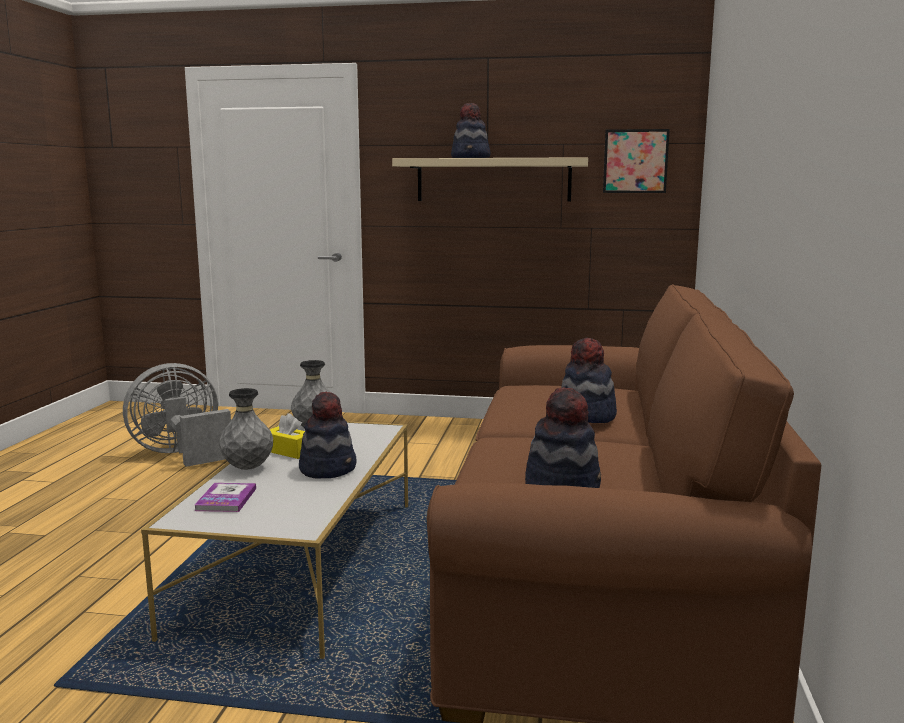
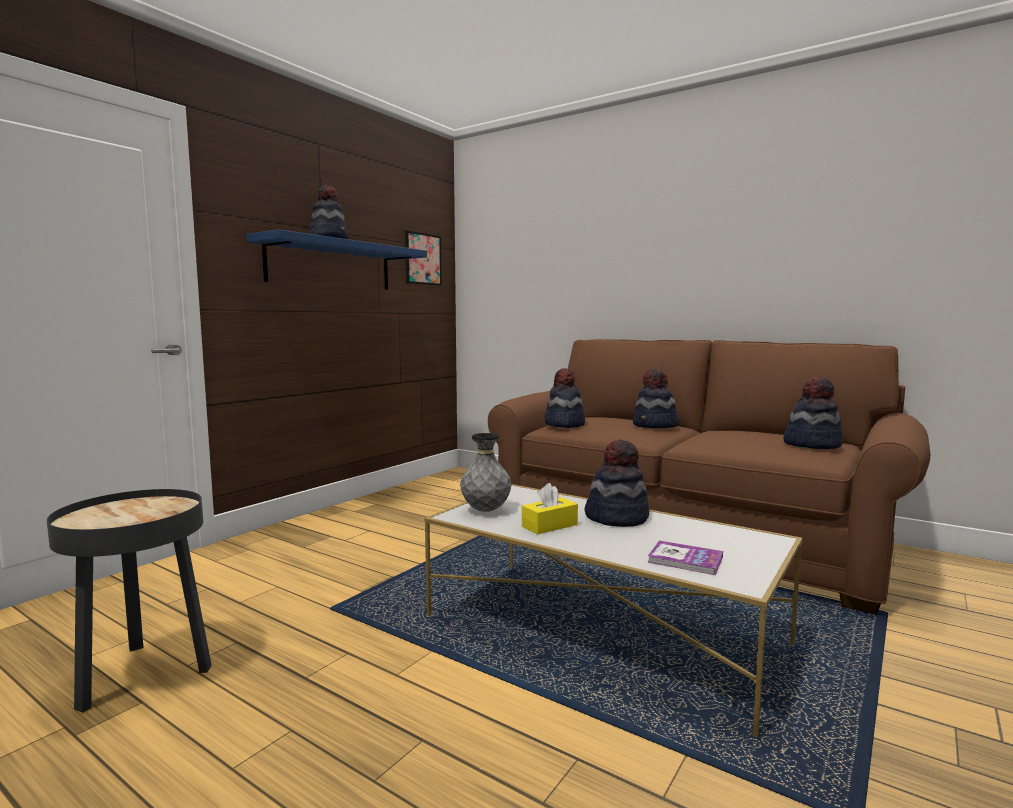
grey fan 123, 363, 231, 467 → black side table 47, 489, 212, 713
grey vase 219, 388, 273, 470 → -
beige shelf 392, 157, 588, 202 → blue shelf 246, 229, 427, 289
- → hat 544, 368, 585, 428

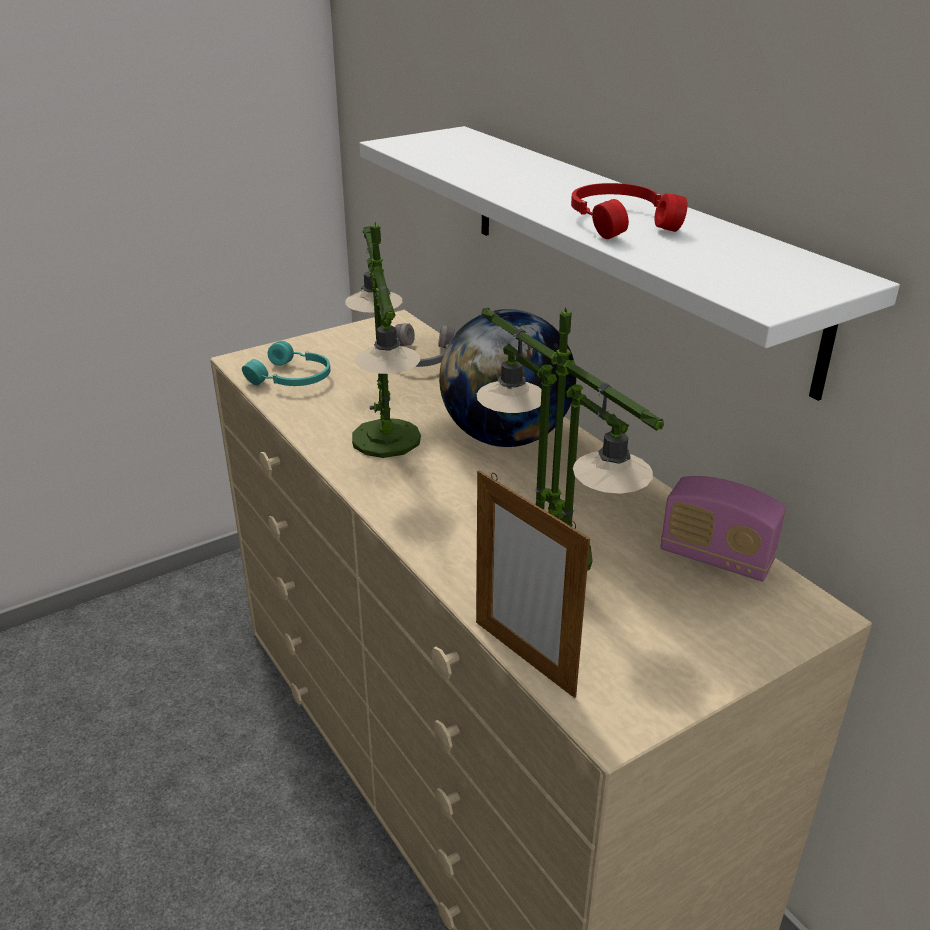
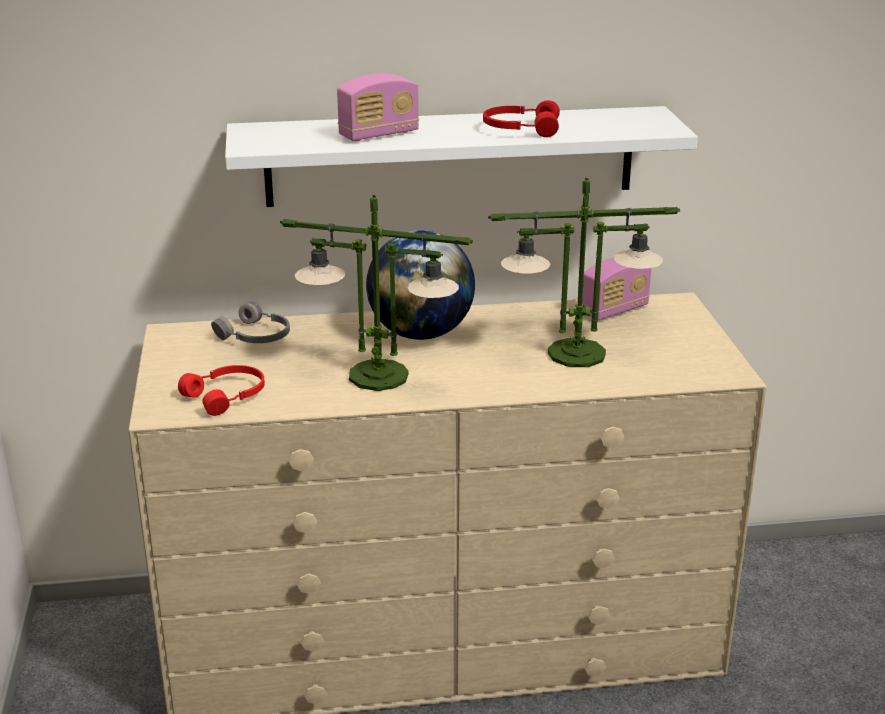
turquoise headphones 242, 341, 330, 386 → red headphones 178, 365, 265, 416
picture frame 476, 470, 590, 698 → -
- → radio 337, 73, 419, 141

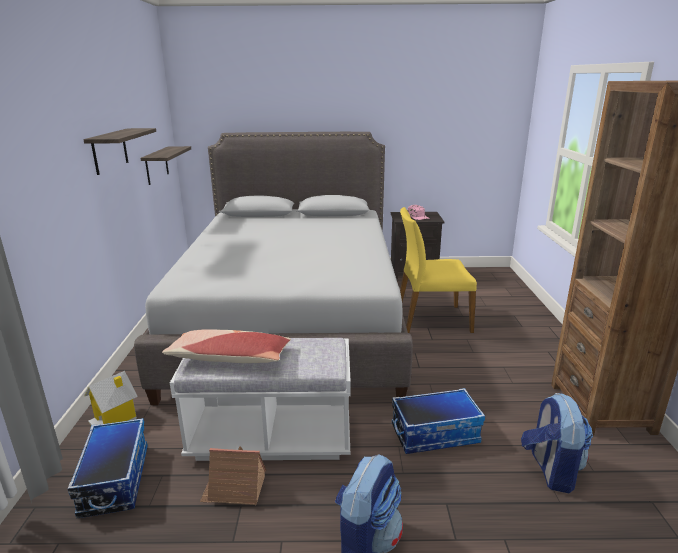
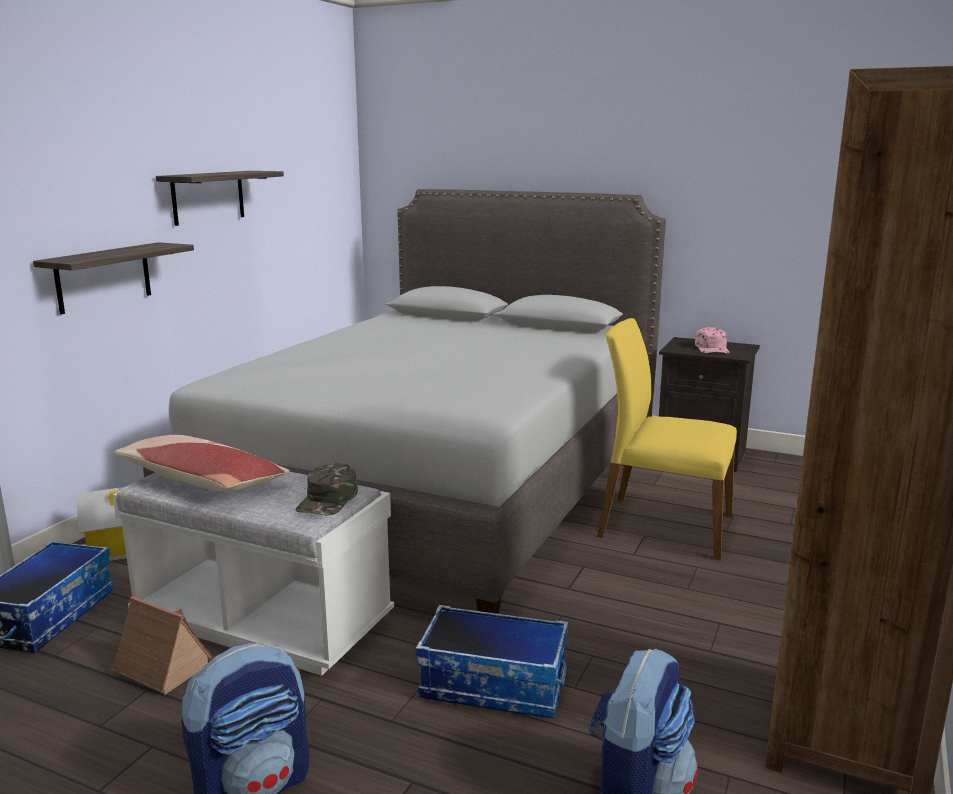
shelf 141, 146, 191, 185 → shelf 33, 242, 194, 315, move
- → green cap 296, 462, 358, 516

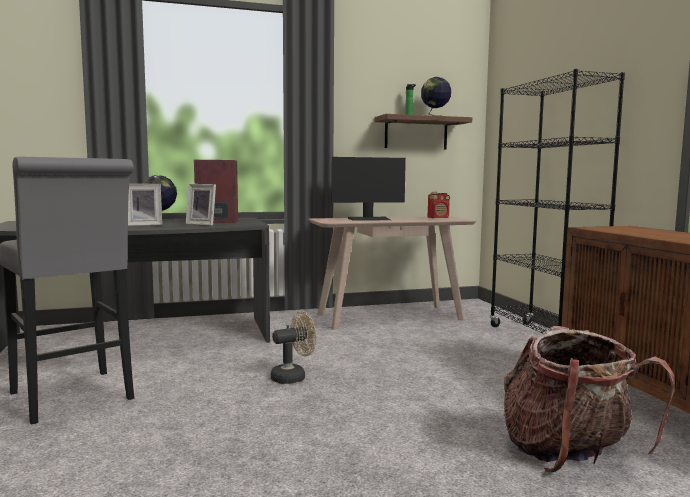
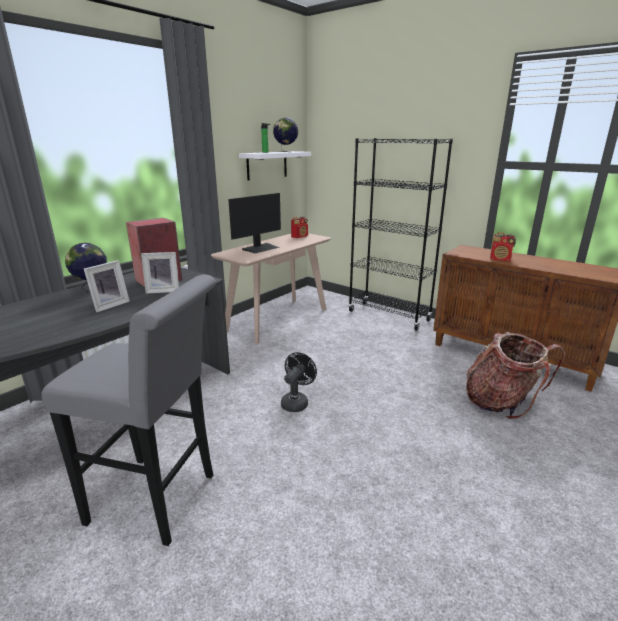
beige fan 271, 311, 317, 384 → black fan 281, 352, 317, 412
brown shelf 374, 114, 472, 149 → white shelf 239, 151, 311, 181
- → radio 490, 232, 516, 261

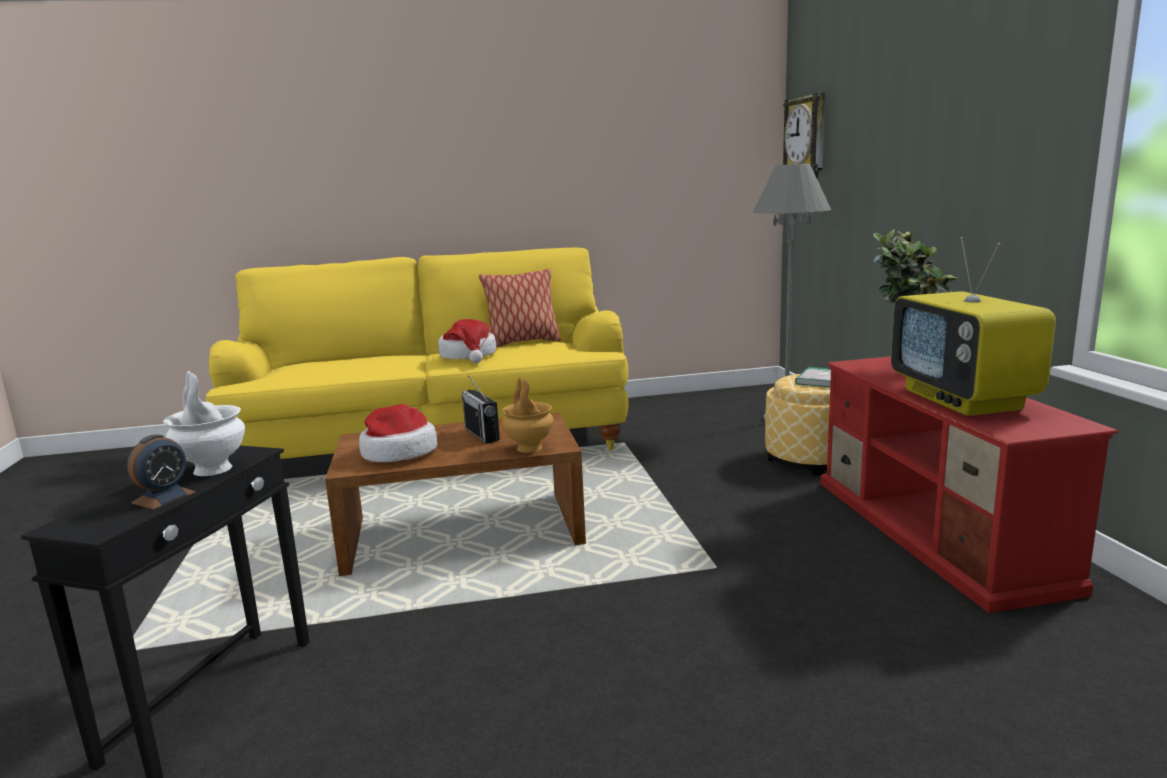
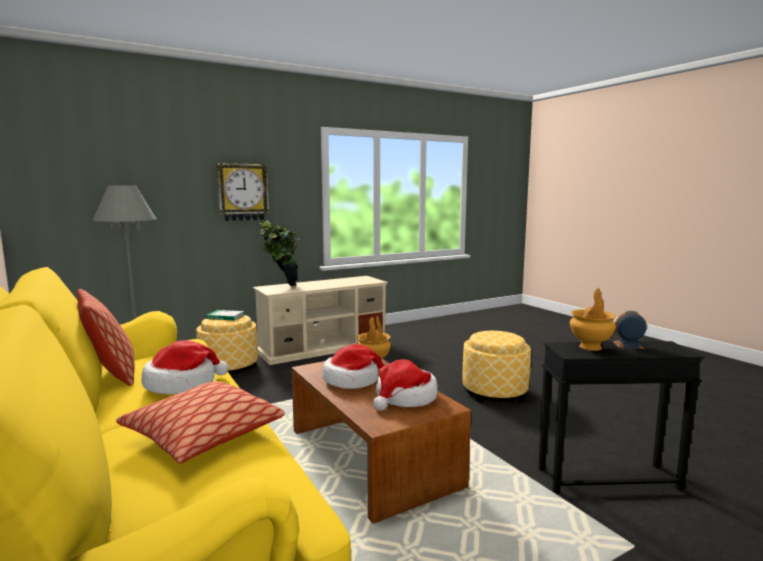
white vase 163, 371, 245, 476 → brown vase 570, 288, 616, 351
radio 462, 375, 500, 444 → hat 322, 344, 385, 389
wall clock 783, 92, 825, 180 → wall clock 217, 163, 270, 221, move
red tv stand 820, 356, 1119, 613 → beige tv stand 253, 276, 388, 365
television 891, 237, 1056, 416 → -
- → pillow 116, 381, 285, 463
- → ottoman 463, 331, 531, 403

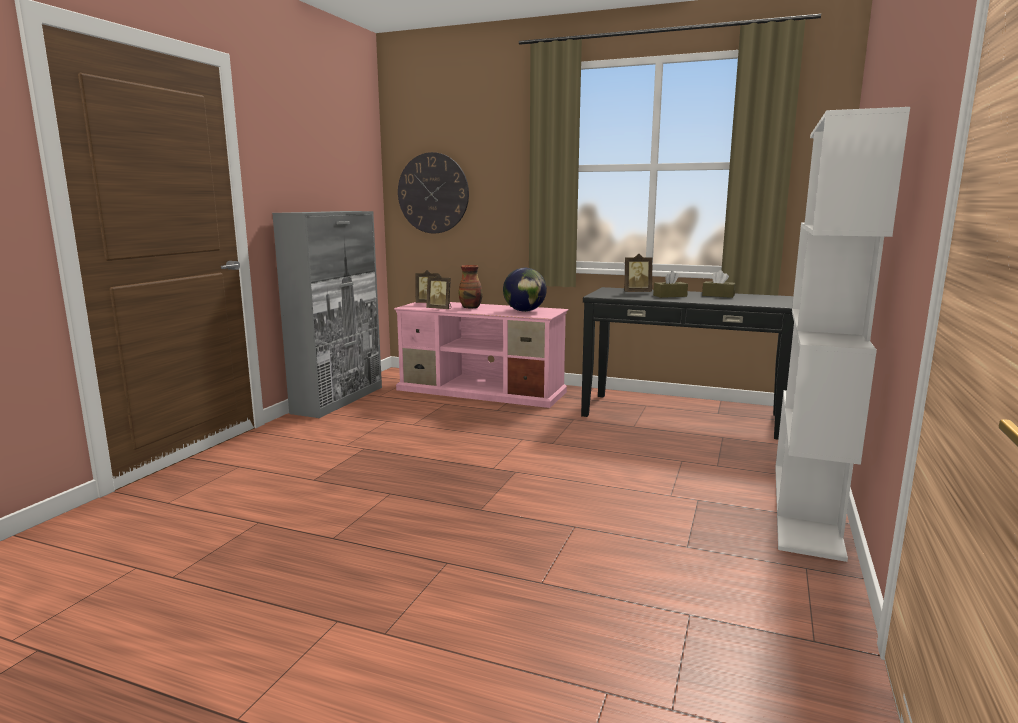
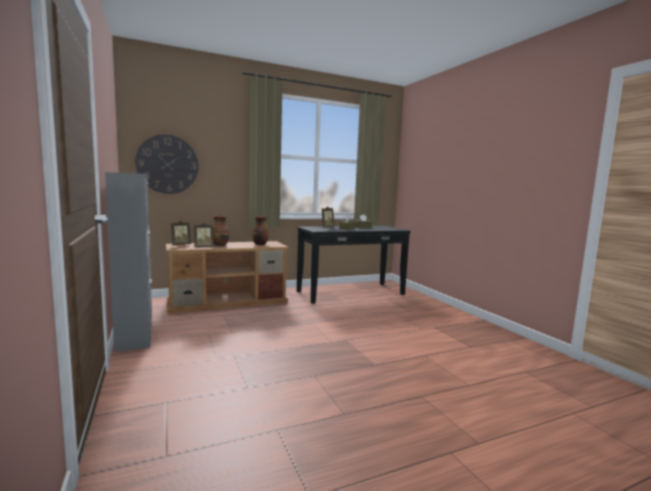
pink tv stand 394, 302, 569, 408 → brown tv stand 166, 241, 289, 314
globe 503, 268, 547, 312 → vase 252, 216, 269, 245
white bookcase 775, 107, 910, 562 → -

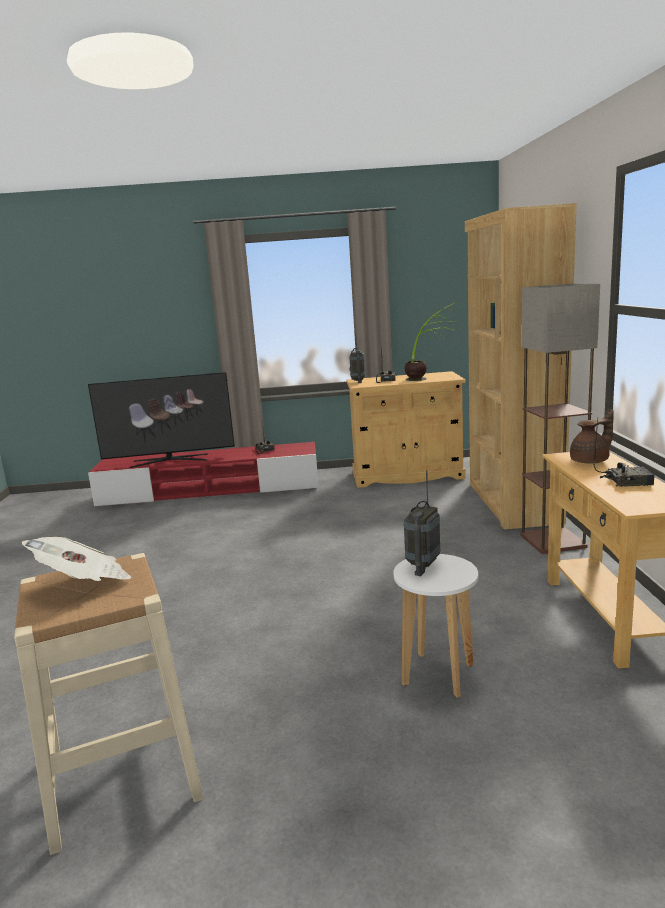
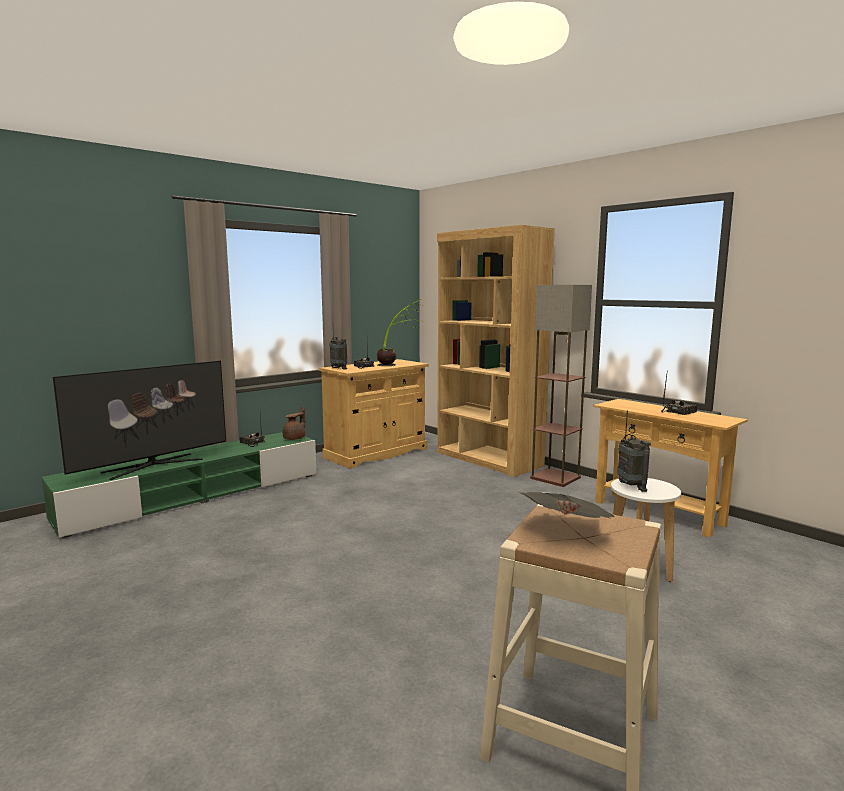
red tv stand 88, 442, 319, 507 → green tv stand 41, 432, 316, 538
brown teapot 570, 409, 614, 464 → brown teapot 283, 407, 306, 440, move

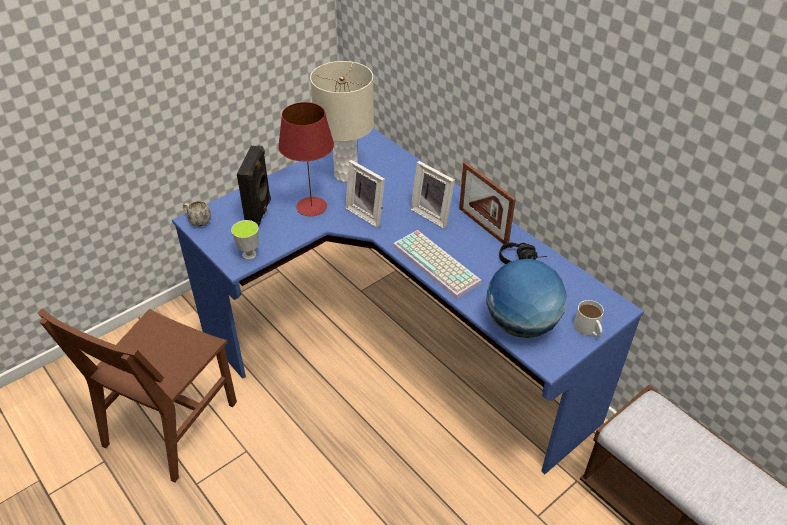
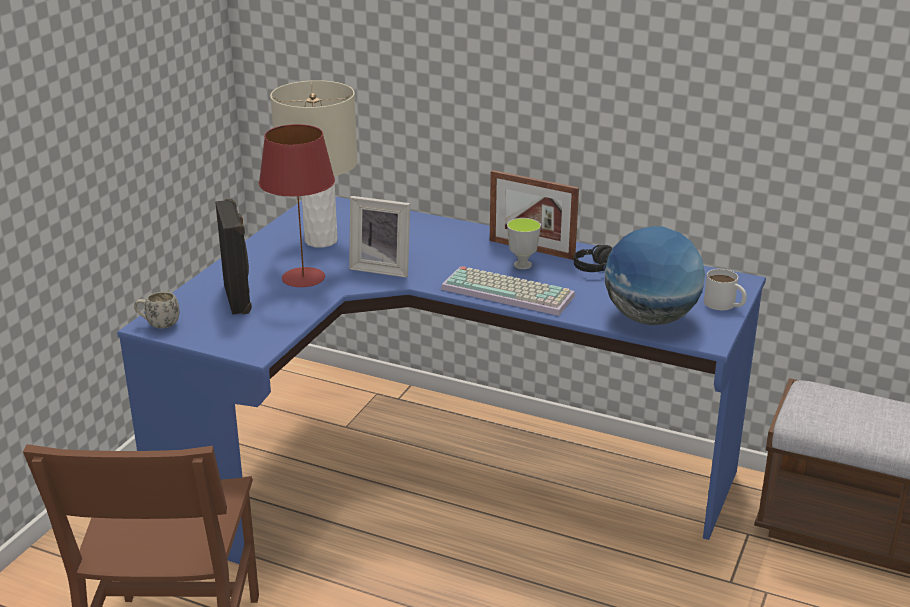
cup 231, 220, 259, 260 → cup 507, 218, 541, 269, move
picture frame 410, 161, 455, 229 → -

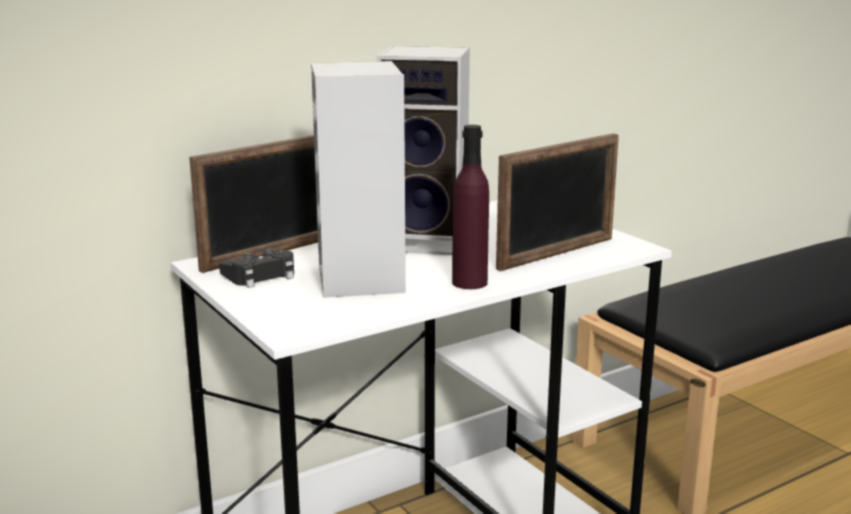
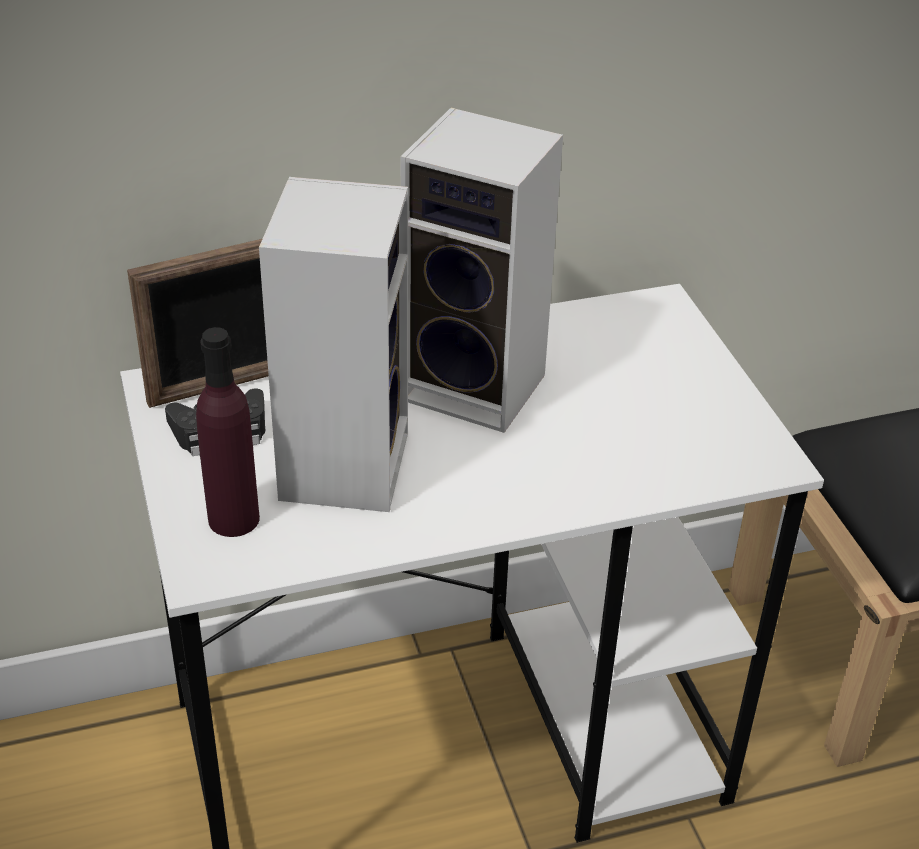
purple bottle 452, 125, 489, 289 → purple bottle 196, 327, 260, 537, move
picture frame 496, 133, 619, 271 → -

